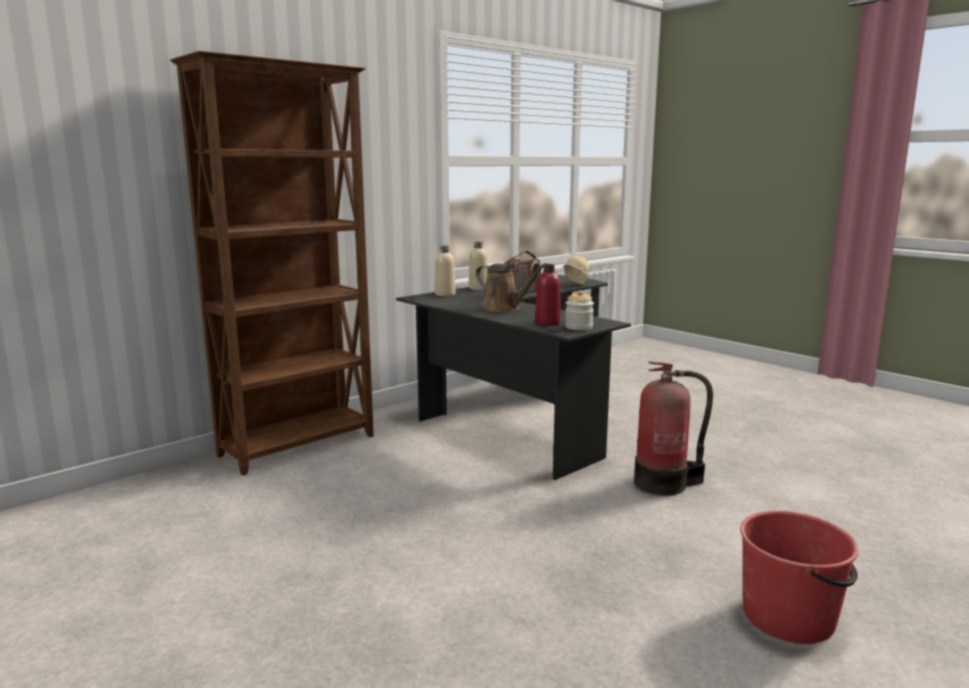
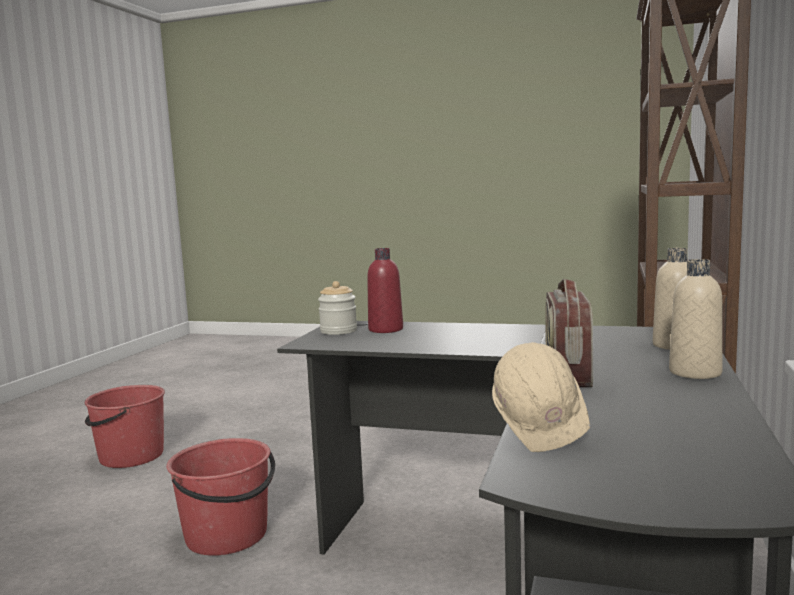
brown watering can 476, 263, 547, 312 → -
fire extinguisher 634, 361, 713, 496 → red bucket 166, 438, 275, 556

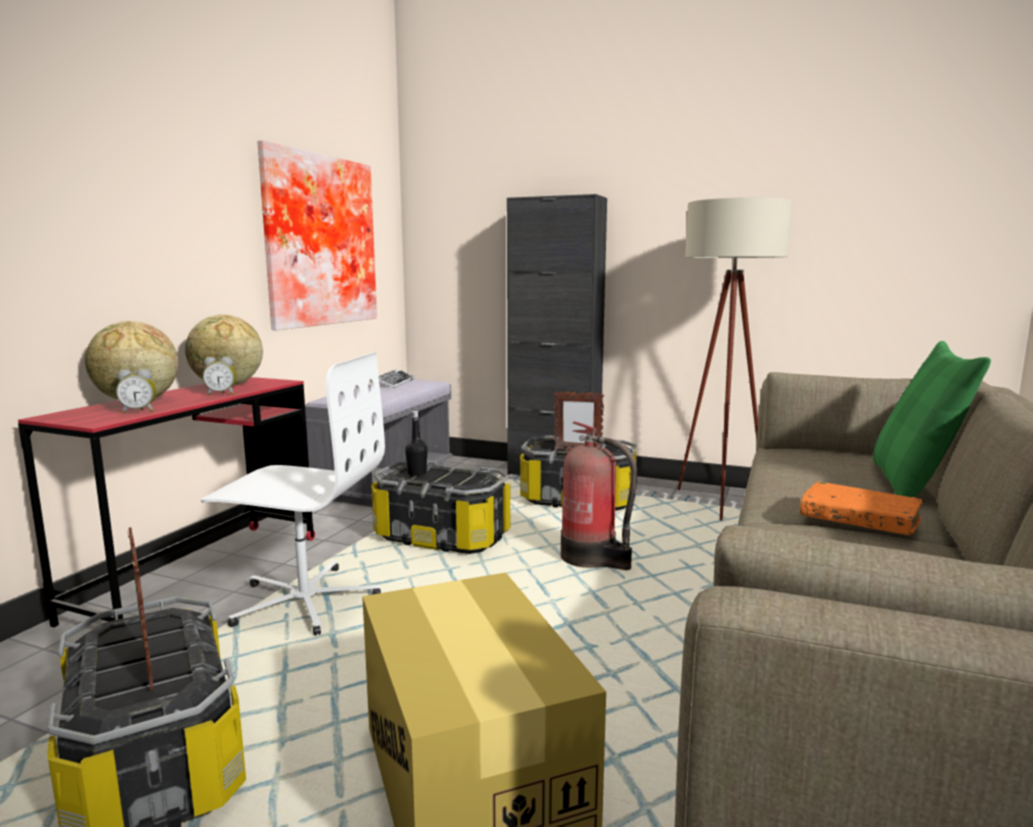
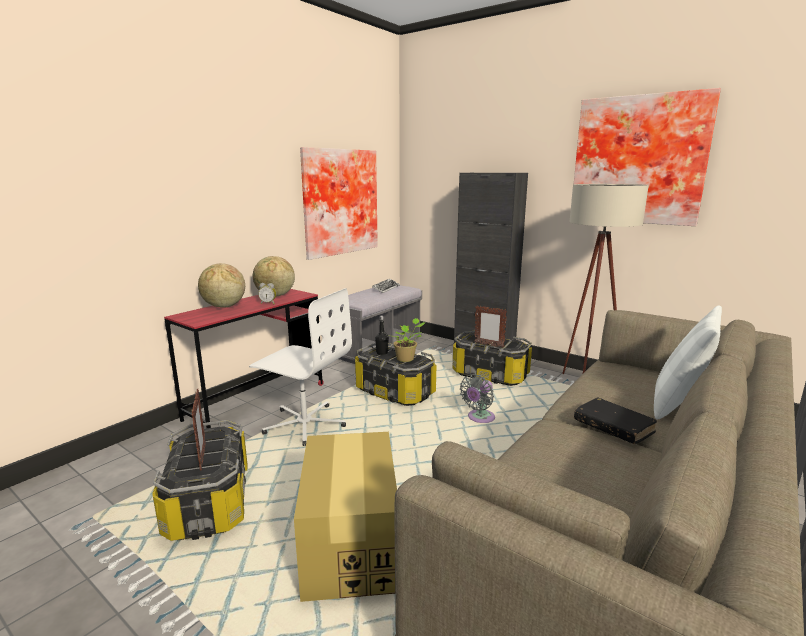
alarm clock 116, 369, 156, 413 → -
fire extinguisher 561, 421, 637, 570 → grey fan 460, 374, 495, 423
orange book 800, 482, 923, 535 → black book 574, 398, 657, 444
green pillow 873, 341, 991, 497 → white pillow 654, 305, 722, 420
- → potted plant 393, 318, 425, 362
- → picture 574, 88, 721, 226

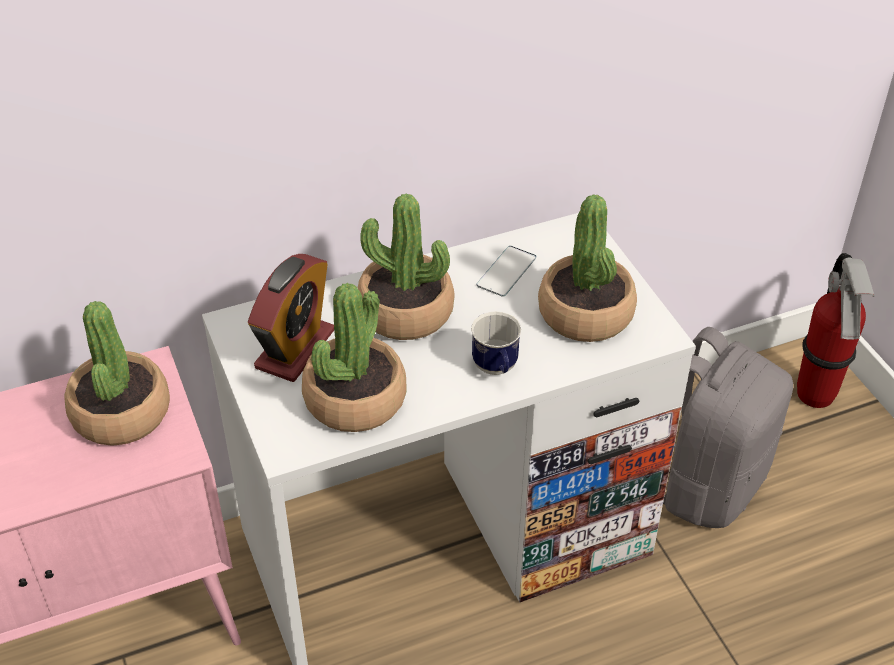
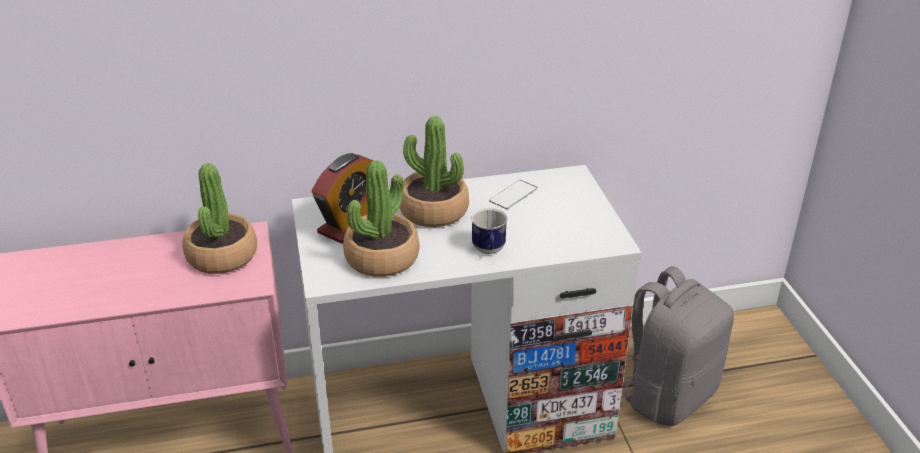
potted plant 538, 194, 637, 342 → -
fire extinguisher 797, 253, 875, 408 → -

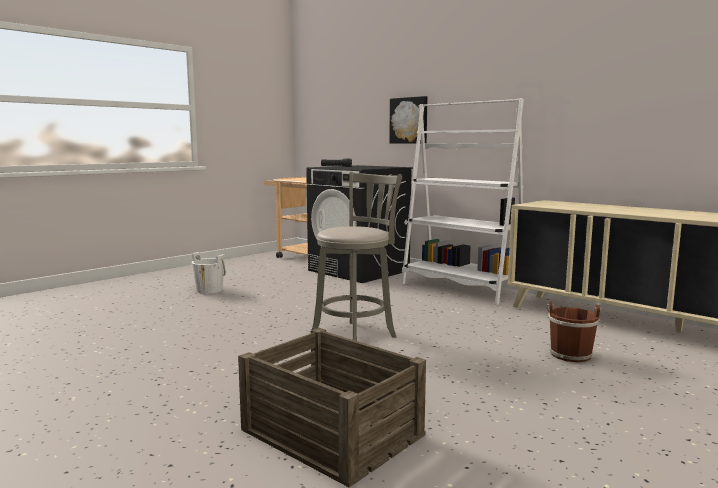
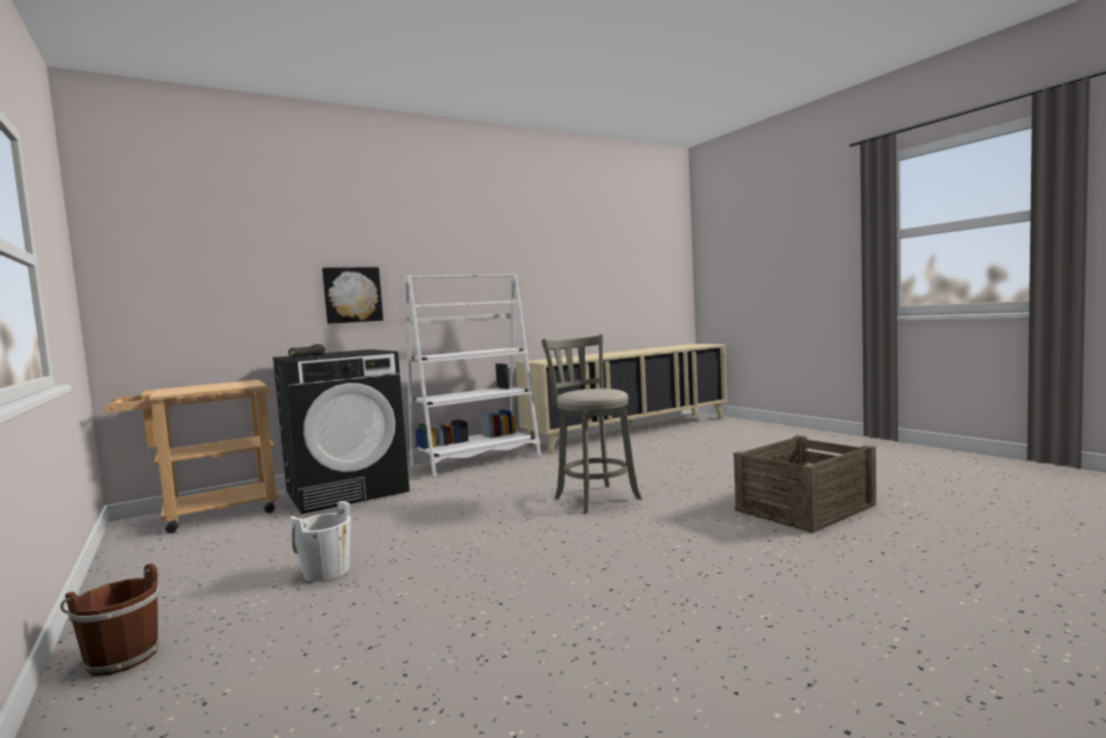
brown bucket 546, 301, 601, 362 → brown bucket 60, 563, 159, 676, move

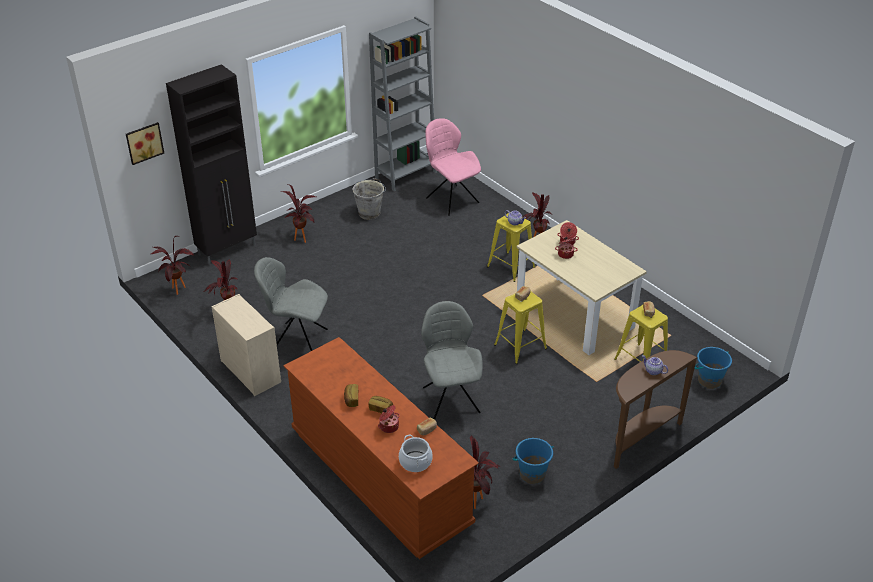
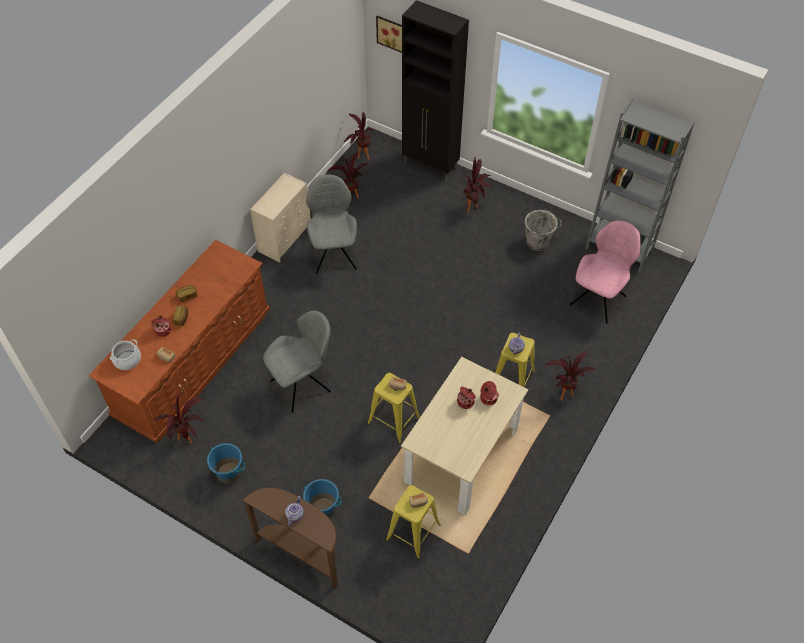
blue bucket 694, 347, 732, 389 → blue bucket 303, 479, 341, 518, move

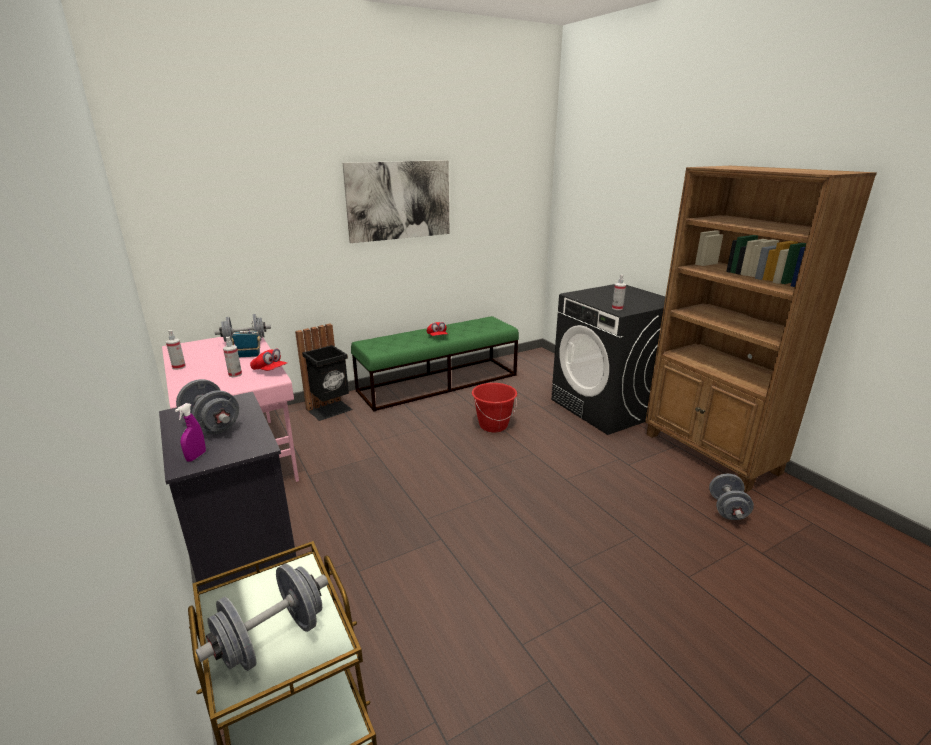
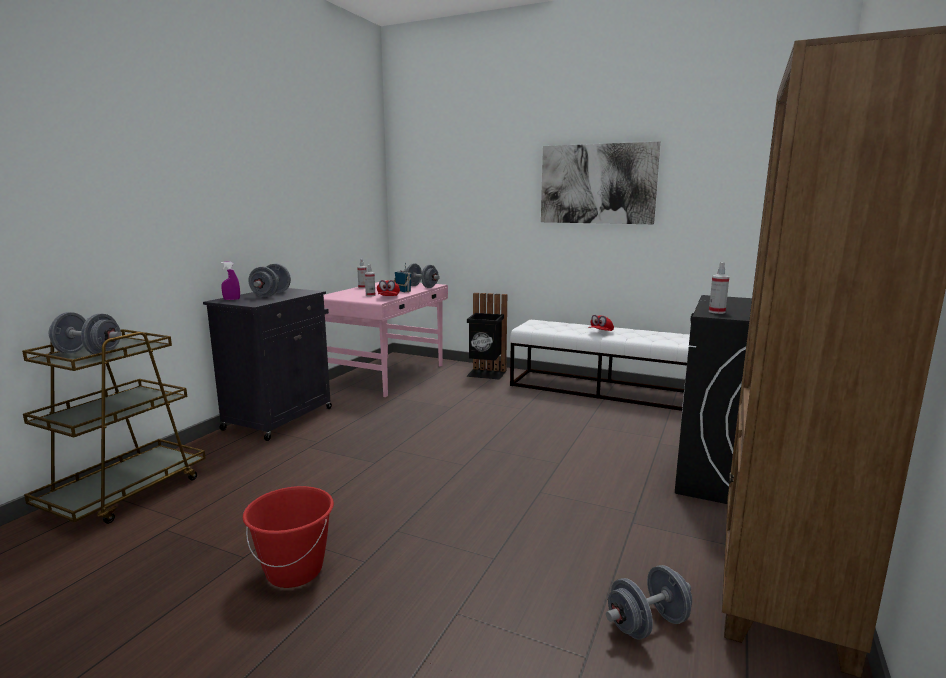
green bench 351, 316, 519, 412 → white bench 510, 320, 690, 411
red bucket 472, 383, 517, 432 → red bucket 243, 486, 334, 588, move

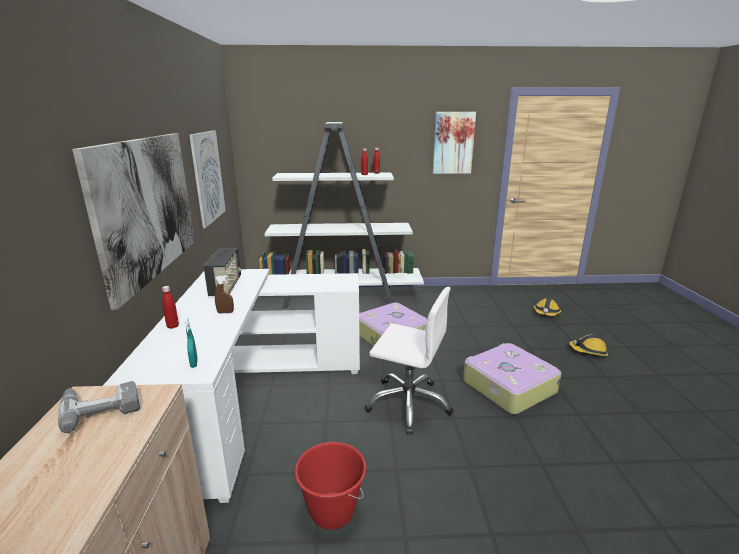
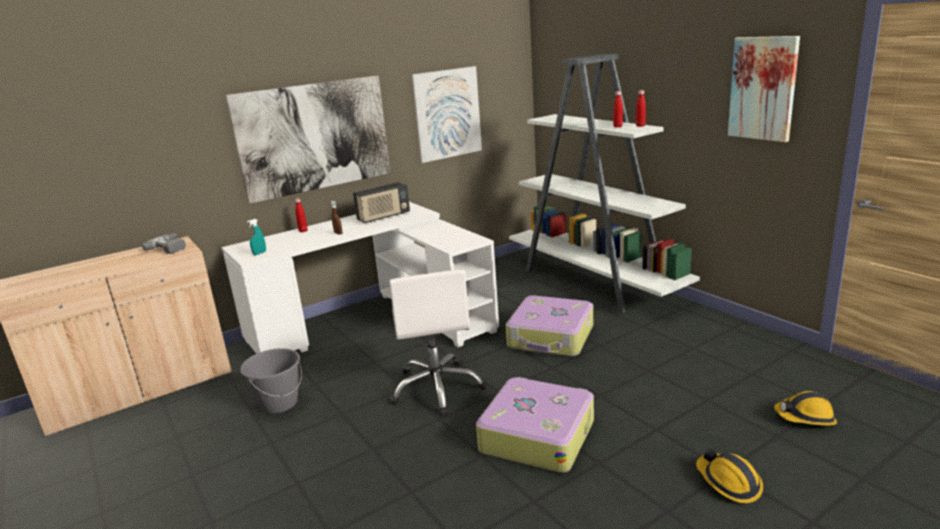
red bucket 295, 442, 366, 530 → grey bucket 240, 348, 302, 414

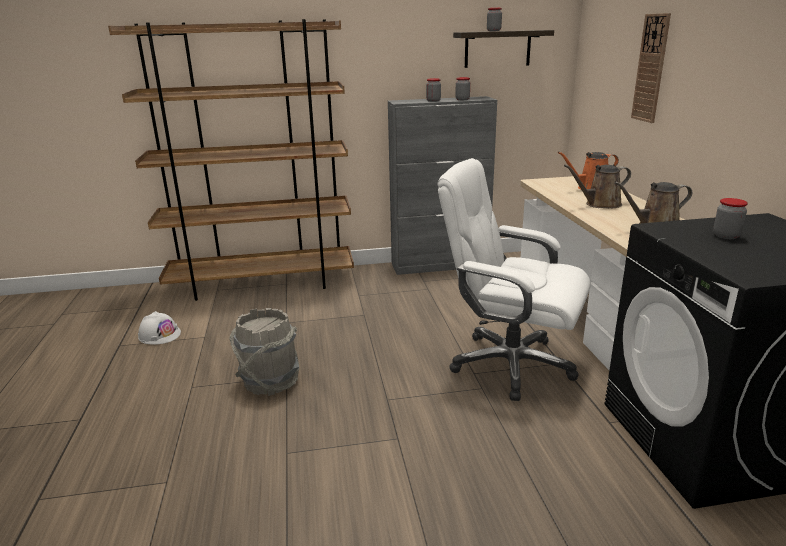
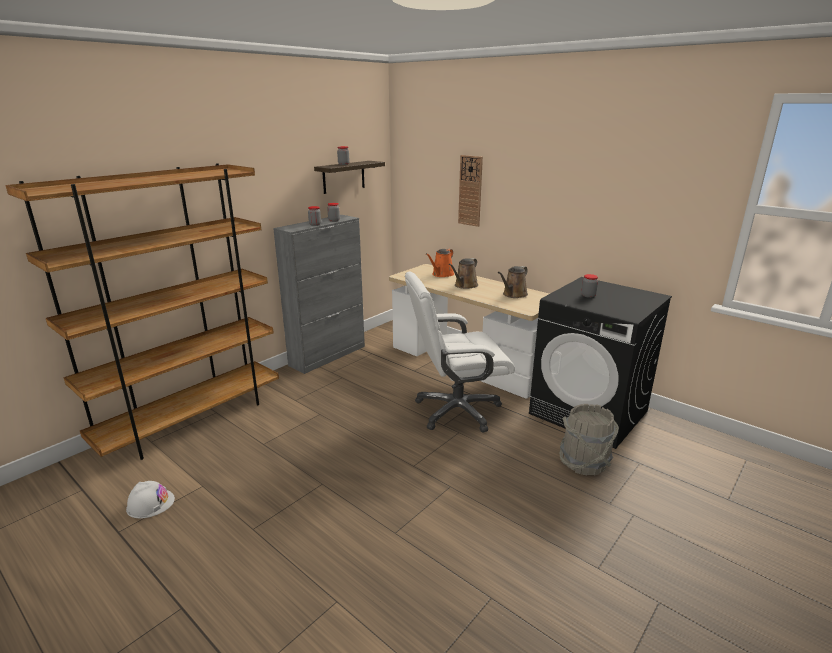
grey bucket 229, 308, 299, 396 → grey bucket 560, 404, 619, 476, move

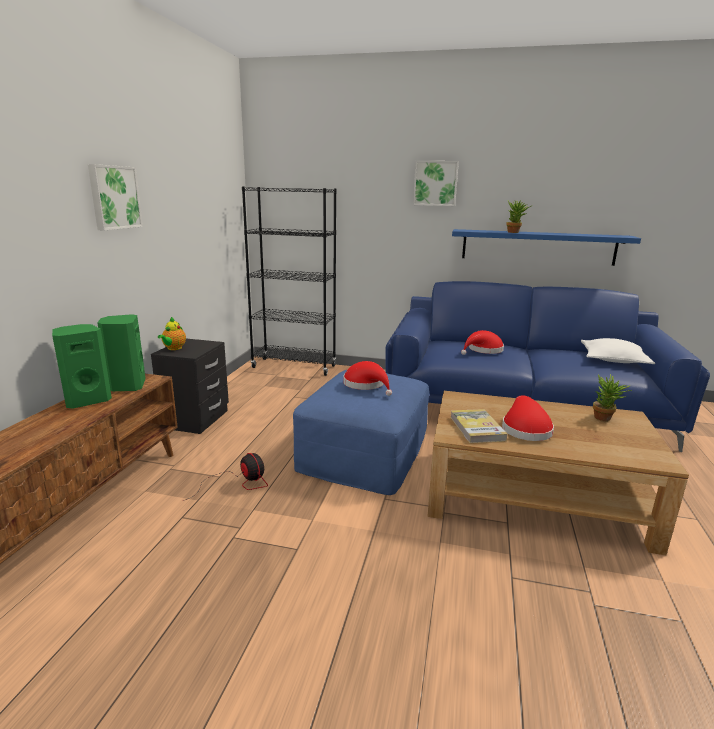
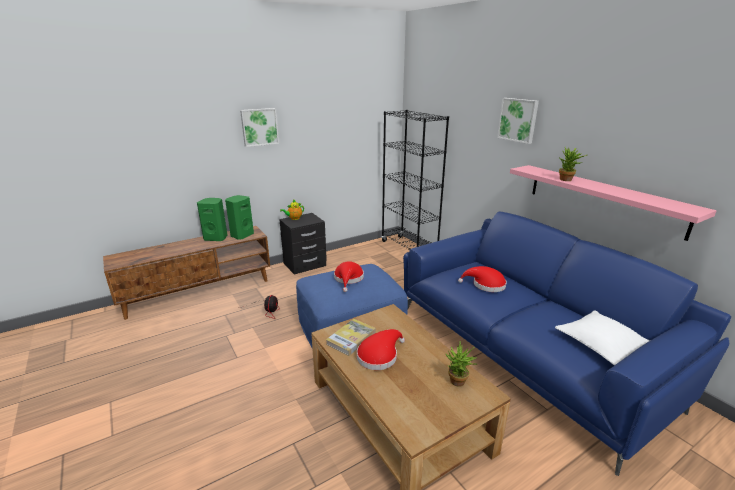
blue shelf 452, 229, 641, 266 → pink shelf 510, 165, 717, 241

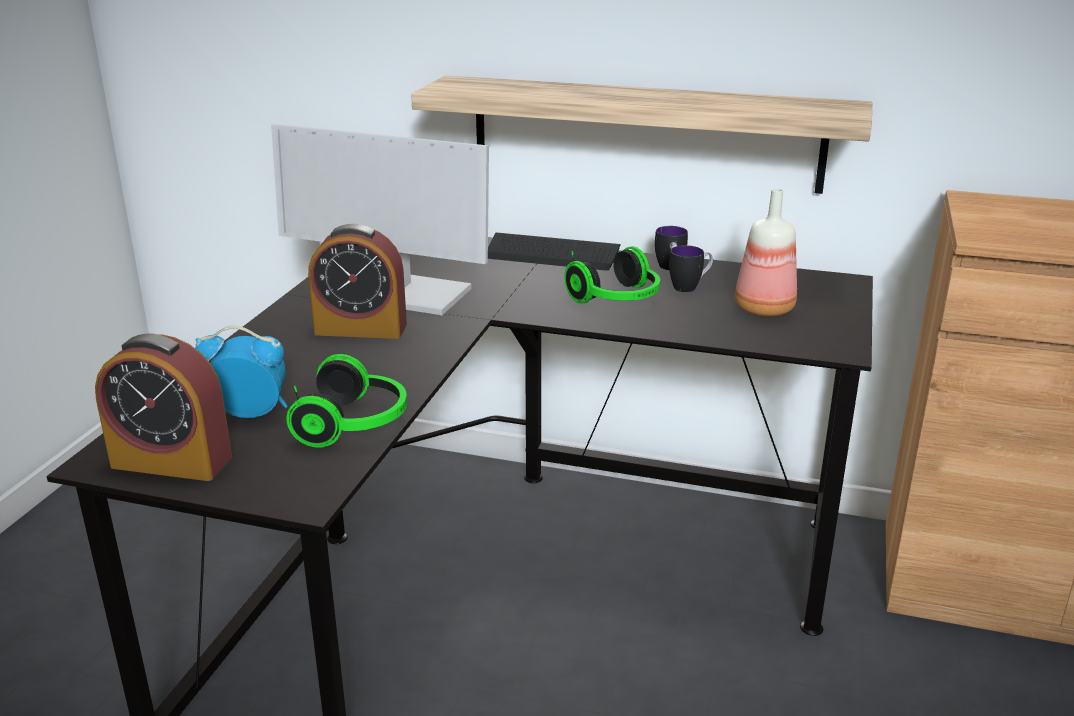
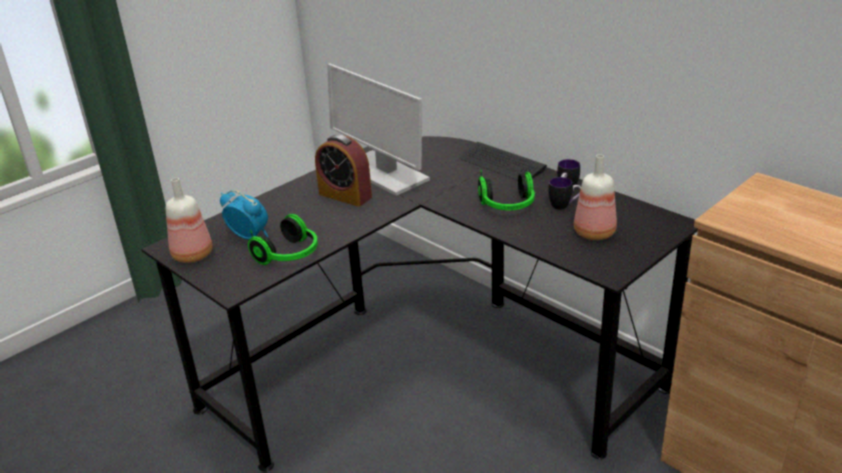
alarm clock 95, 334, 232, 481 → bottle 166, 178, 213, 263
shelf 411, 75, 872, 194 → -

